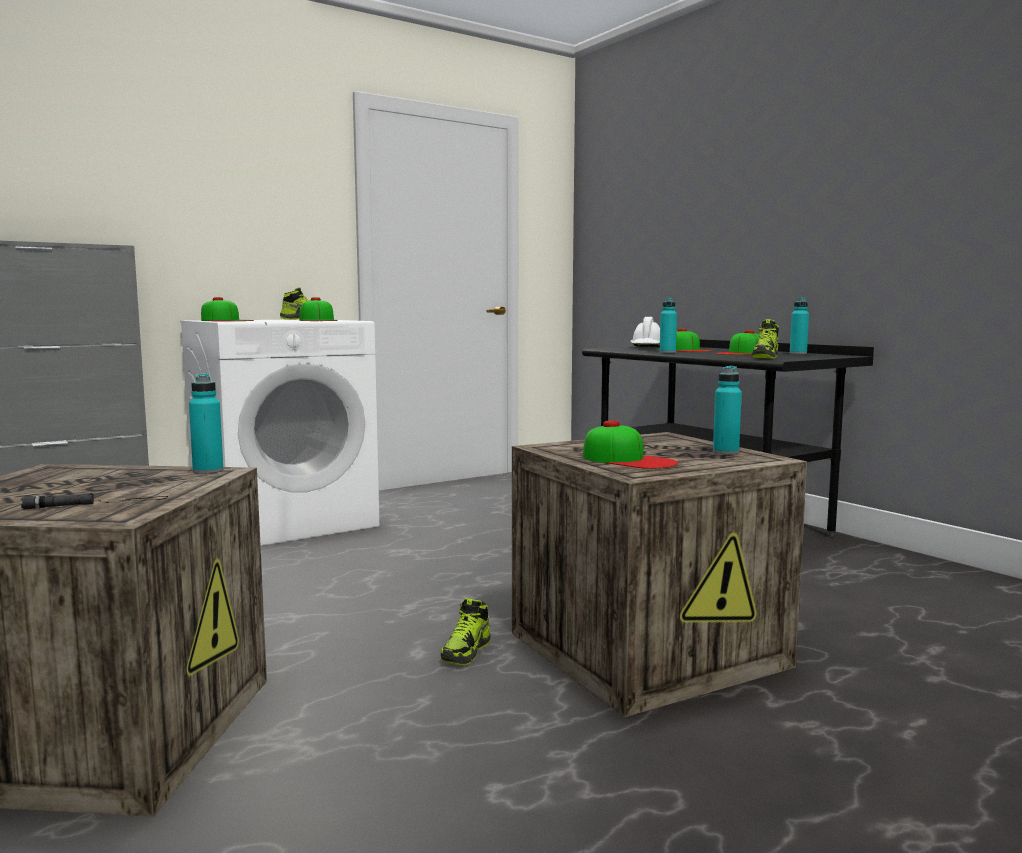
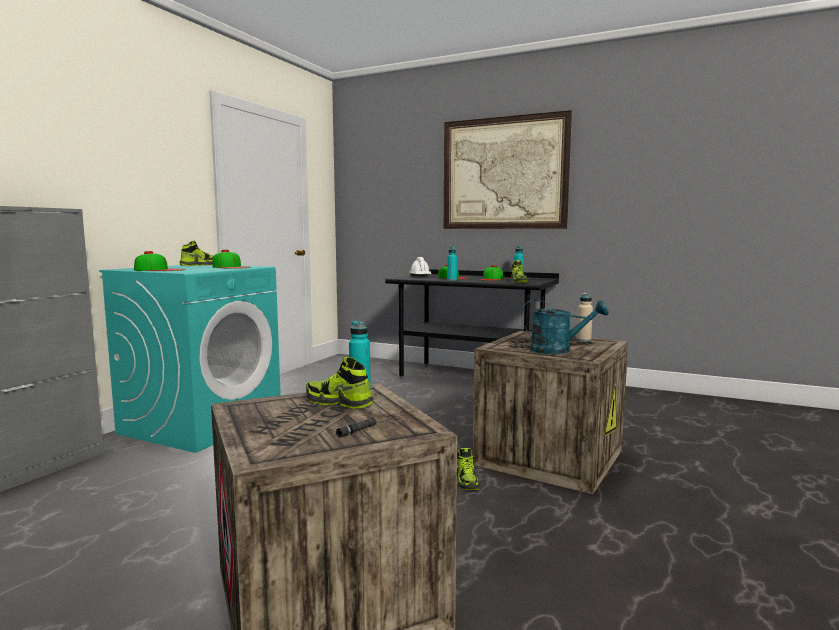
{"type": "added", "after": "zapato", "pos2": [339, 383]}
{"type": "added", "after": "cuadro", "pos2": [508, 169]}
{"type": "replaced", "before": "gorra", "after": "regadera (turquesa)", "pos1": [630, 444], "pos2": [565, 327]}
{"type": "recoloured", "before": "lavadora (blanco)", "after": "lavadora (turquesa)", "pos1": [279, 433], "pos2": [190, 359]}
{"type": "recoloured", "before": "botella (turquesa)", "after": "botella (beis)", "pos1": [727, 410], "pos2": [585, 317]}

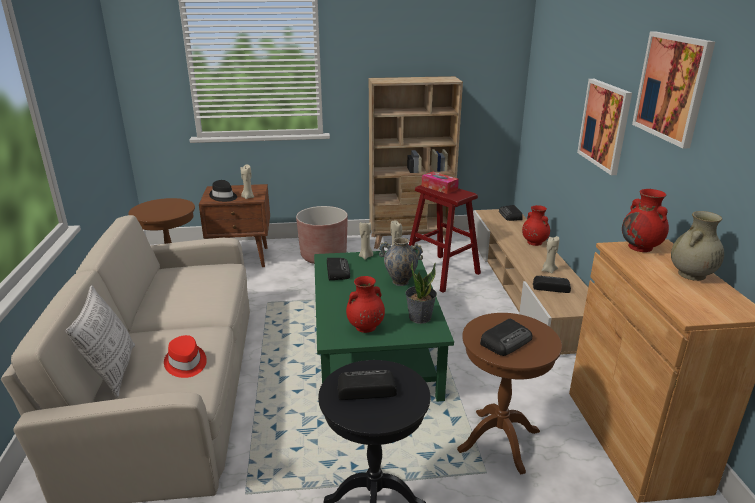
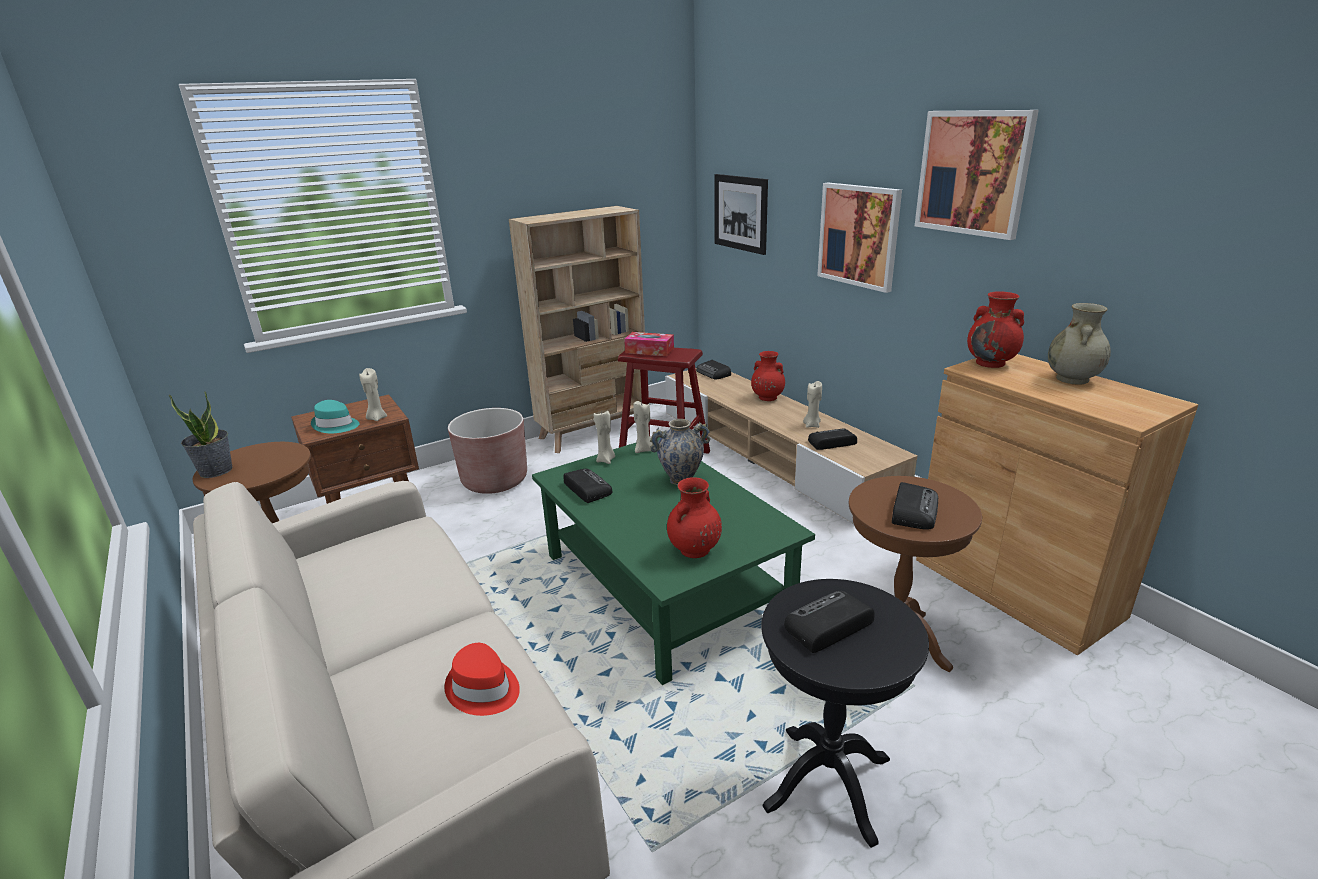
{"type": "removed", "before": "cojín", "pos1": [100, 341]}
{"type": "added", "after": "cuadro", "pos2": [741, 214]}
{"type": "moved", "before": "planta en maceta", "pos1": [421, 292], "pos2": [201, 434]}
{"type": "recoloured", "before": "sombrero (negro)", "after": "sombrero (turquesa)", "pos1": [223, 191], "pos2": [335, 416]}

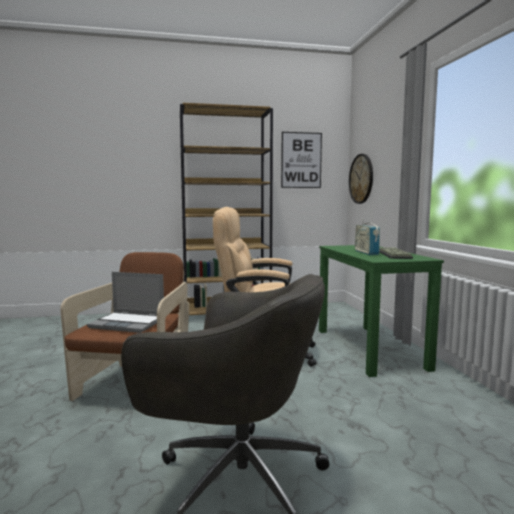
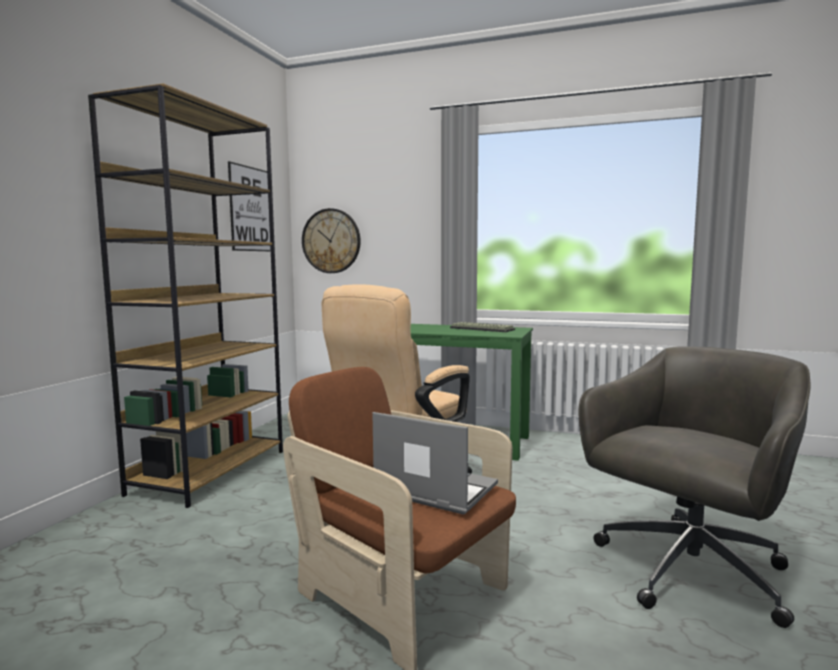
{"type": "removed", "before": "radio", "pos1": [367, 238]}
{"type": "turned", "before": "portátil", "pos1": [125, 302], "pos2": [435, 463], "turn": -105}

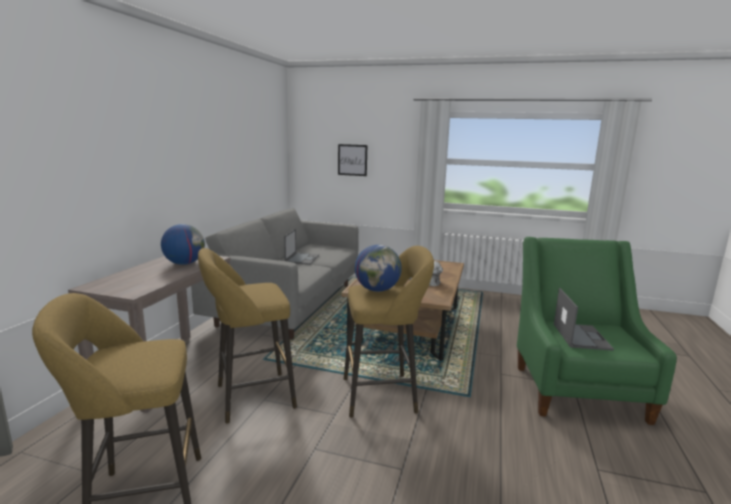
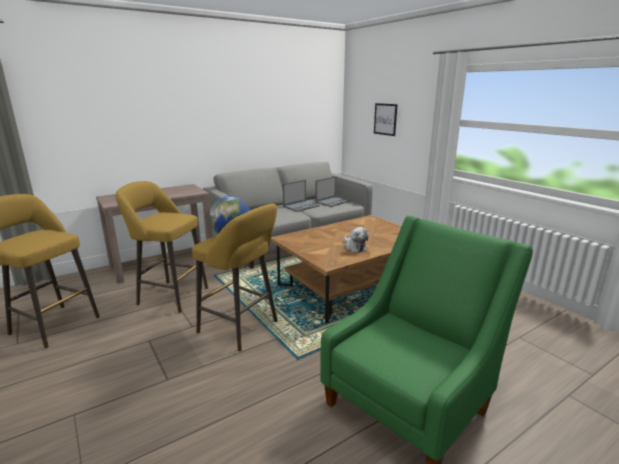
{"type": "removed", "before": "globo terráqueo", "pos1": [183, 244]}
{"type": "moved", "before": "portátil", "pos1": [584, 319], "pos2": [333, 191]}

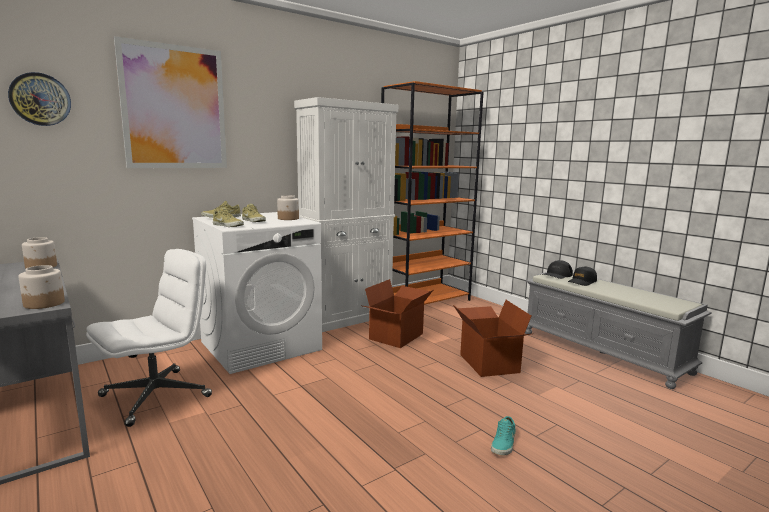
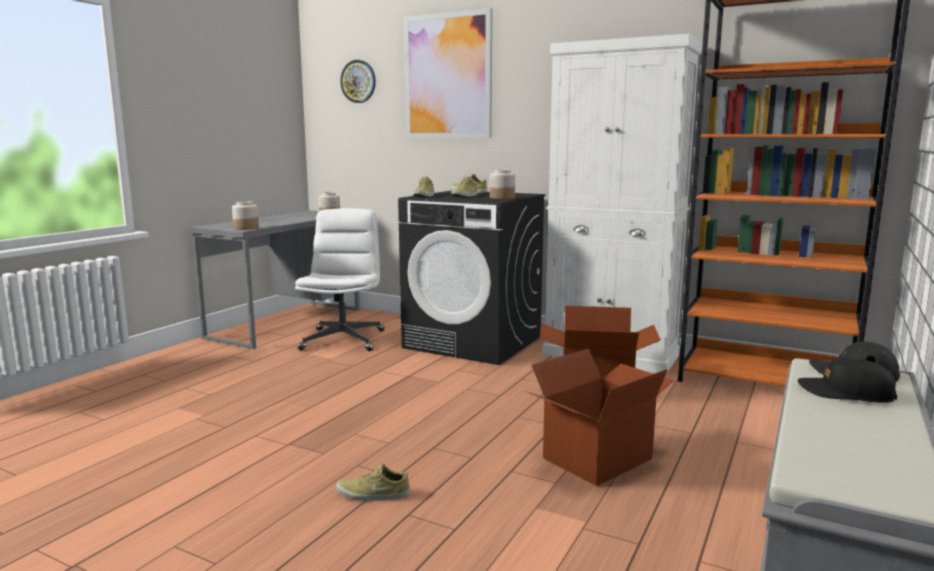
{"type": "recoloured", "before": "lavadora (blanco)", "after": "lavadora (negro)", "pos1": [257, 293], "pos2": [471, 277]}
{"type": "recoloured", "before": "zapato (turquesa)", "after": "zapato (beis)", "pos1": [503, 436], "pos2": [373, 482]}
{"type": "turned", "before": "silla de oficina (blanco)", "pos1": [149, 338], "pos2": [340, 279], "turn": -105}

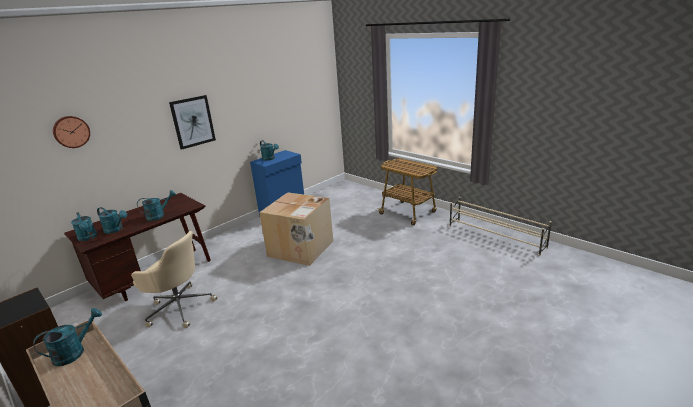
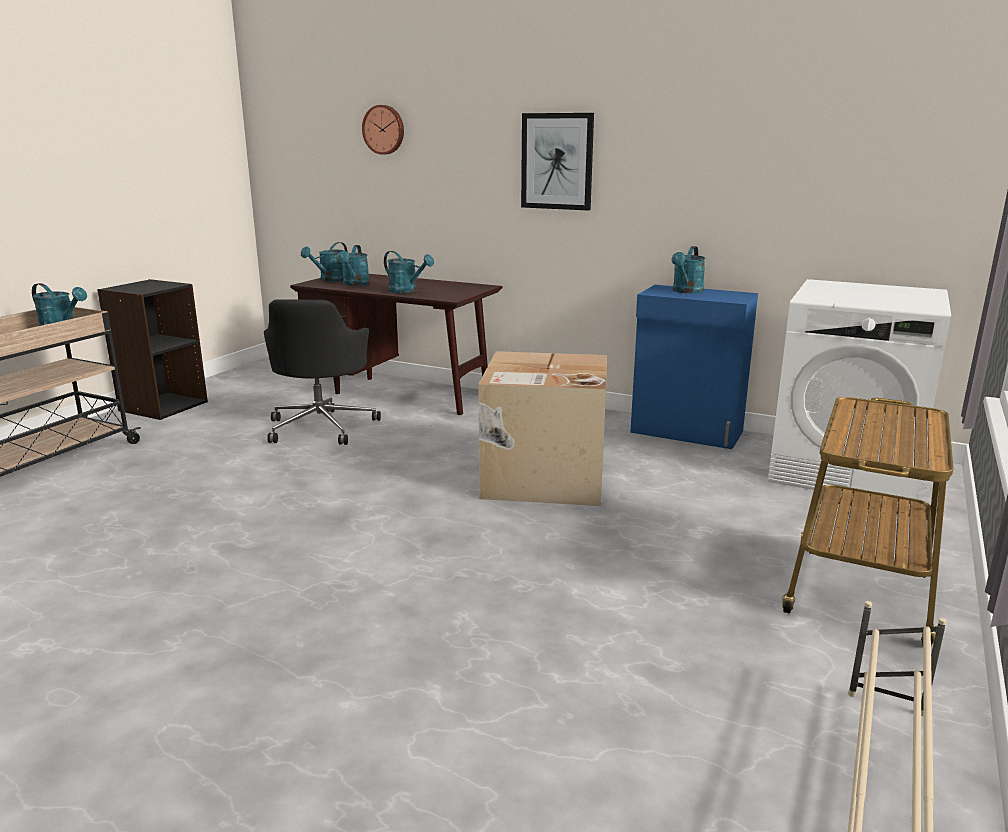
{"type": "added", "after": "lavadora (blanco)", "pos2": [859, 393]}
{"type": "recoloured", "before": "silla de oficina (beis)", "after": "silla de oficina (negro)", "pos1": [174, 279], "pos2": [322, 372]}

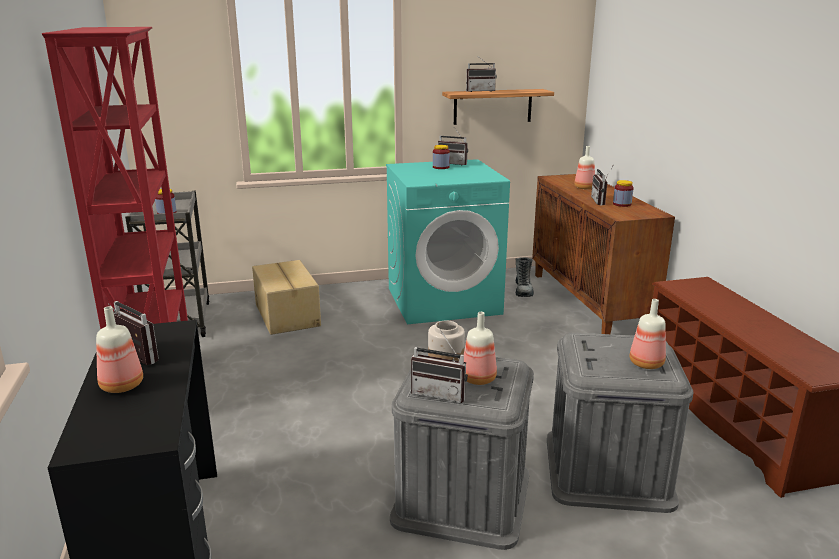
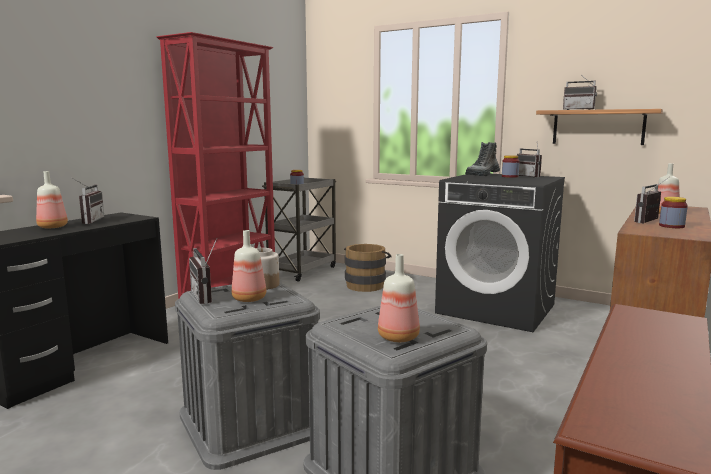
{"type": "moved", "before": "bota", "pos1": [524, 277], "pos2": [482, 159]}
{"type": "replaced", "before": "caja de cartón", "after": "cubo (marrón)", "pos1": [286, 297], "pos2": [367, 268]}
{"type": "recoloured", "before": "lavadora (turquesa)", "after": "lavadora (negro)", "pos1": [448, 242], "pos2": [500, 253]}

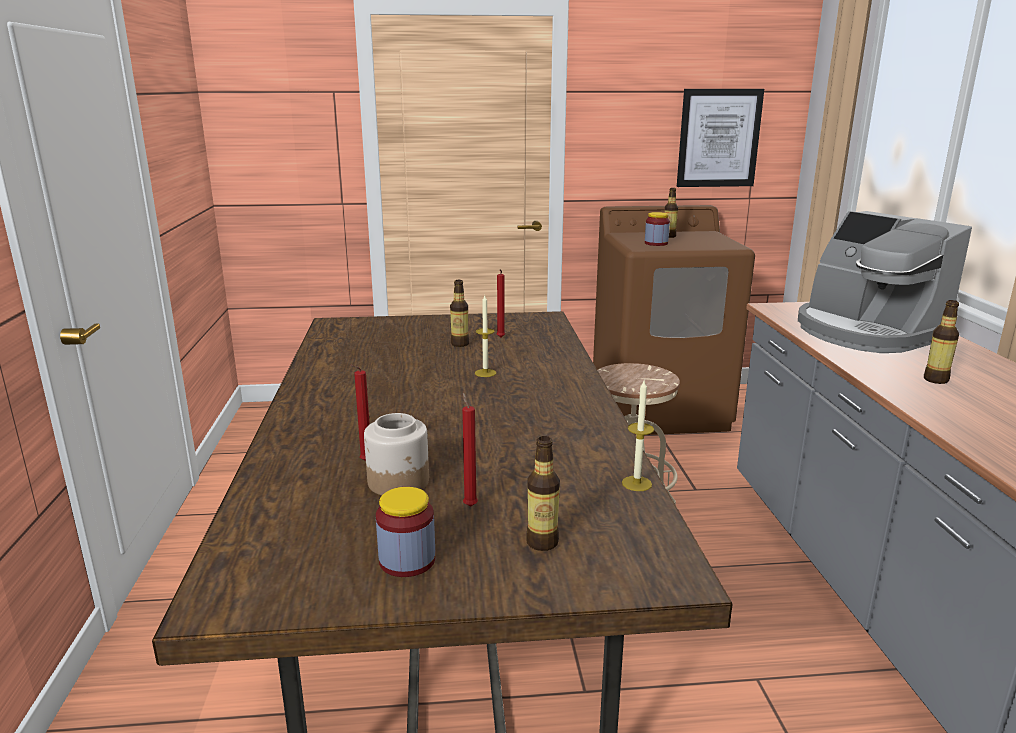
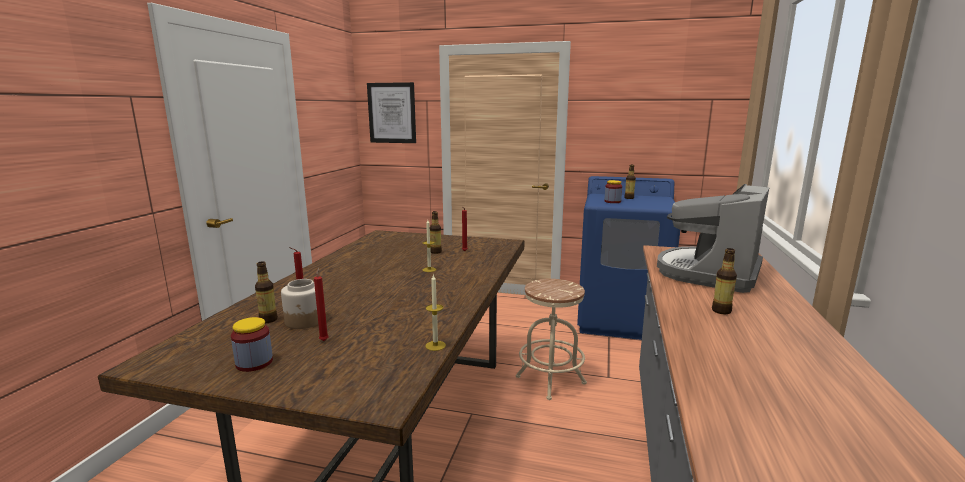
{"type": "moved", "before": "botella", "pos1": [543, 493], "pos2": [266, 292]}
{"type": "moved", "before": "cuadro", "pos1": [720, 138], "pos2": [391, 112]}
{"type": "recoloured", "before": "lavadora (marrón)", "after": "lavadora (azul)", "pos1": [674, 320], "pos2": [628, 258]}
{"type": "turned", "before": "cafetera", "pos1": [885, 282], "pos2": [713, 238], "turn": 45}

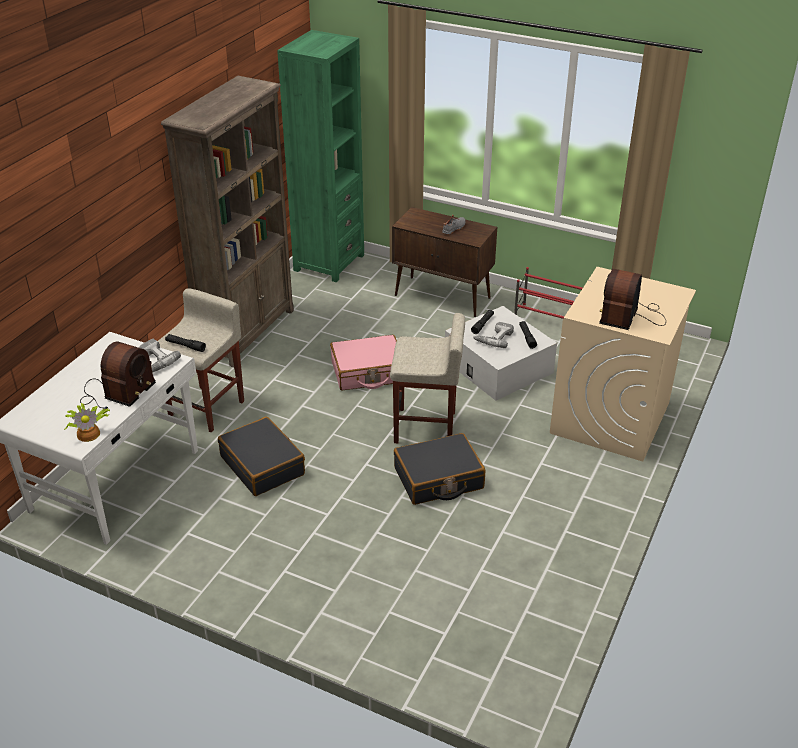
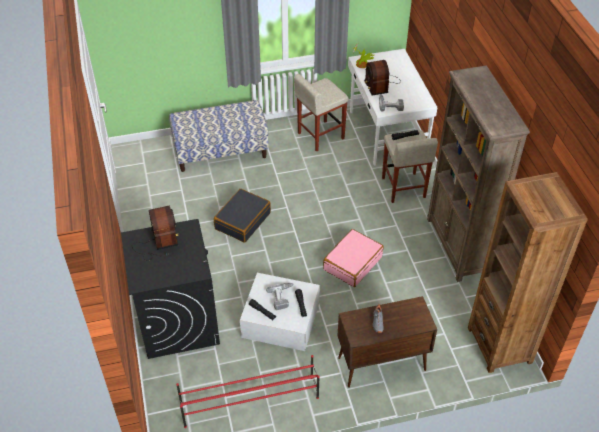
{"type": "removed", "before": "maleta (negro)", "pos1": [261, 456]}
{"type": "added", "after": "banco", "pos2": [219, 136]}
{"type": "moved", "before": "taburete (beis)", "pos1": [427, 378], "pos2": [321, 113]}
{"type": "recoloured", "before": "estantería (verde)", "after": "estantería (marrón)", "pos1": [320, 156], "pos2": [528, 272]}
{"type": "recoloured", "before": "lavadora (beis)", "after": "lavadora (negro)", "pos1": [623, 364], "pos2": [170, 289]}

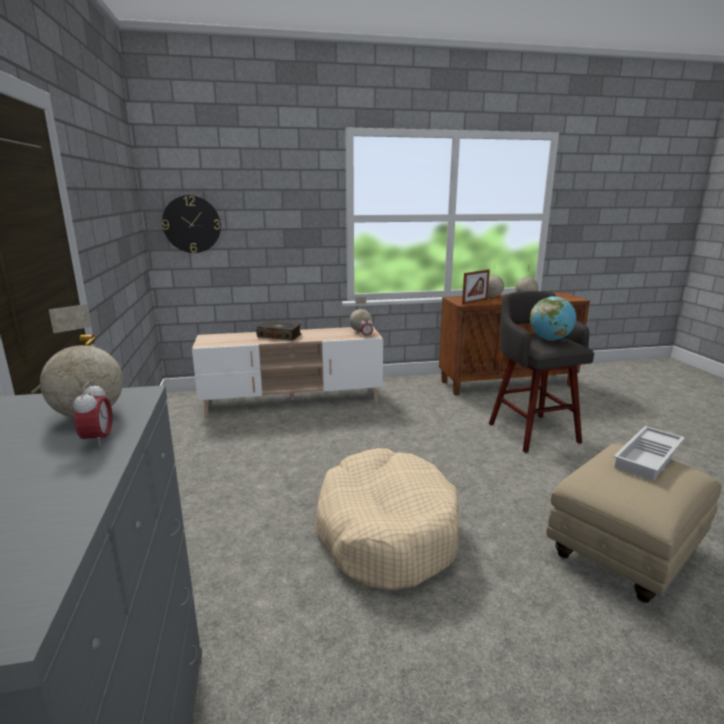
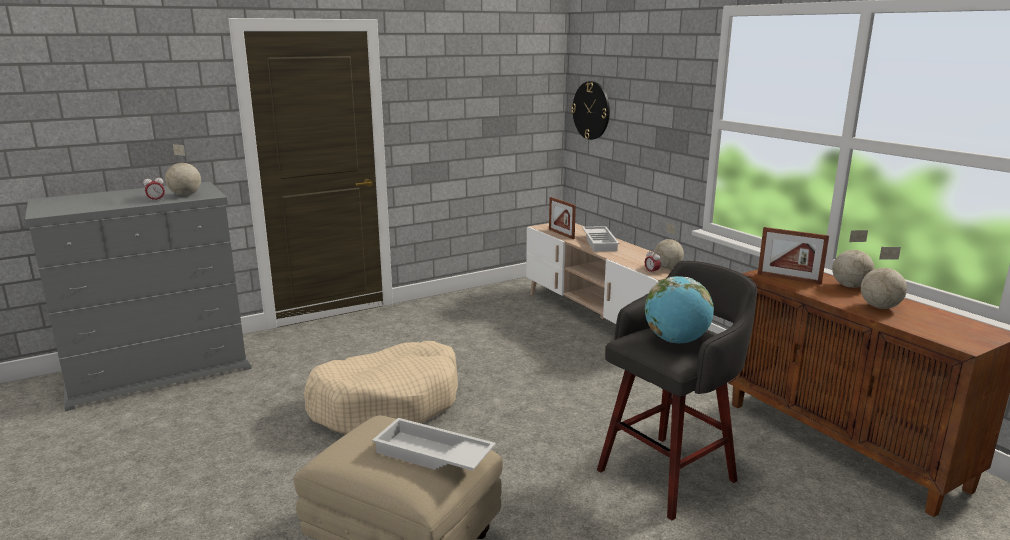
{"type": "added", "after": "portarretratos", "pos2": [562, 218]}
{"type": "replaced", "before": "libro", "after": "bandeja (blanco)", "pos1": [278, 331], "pos2": [600, 239]}

